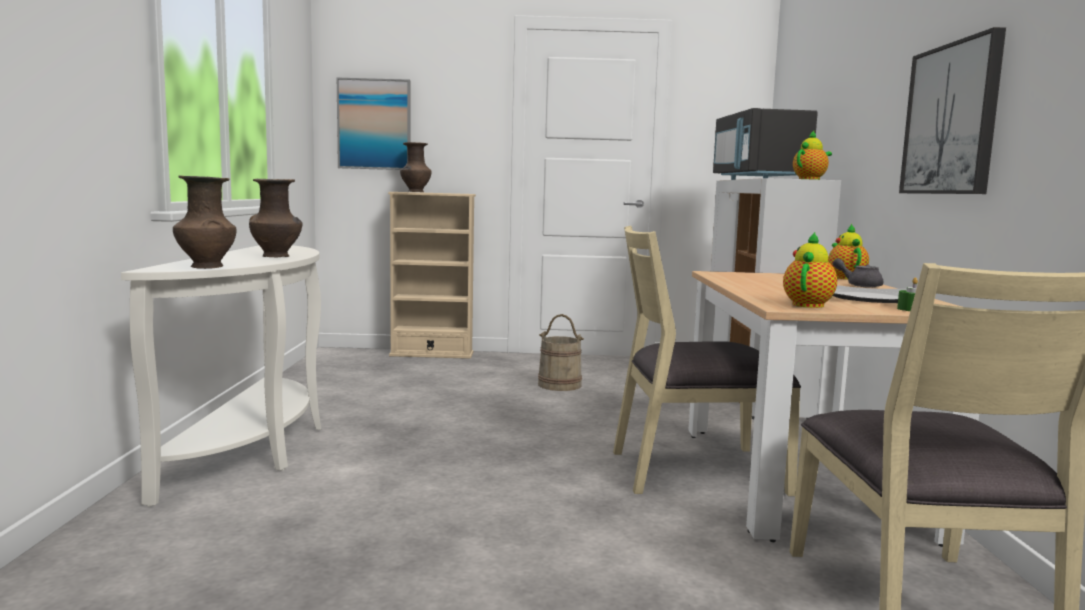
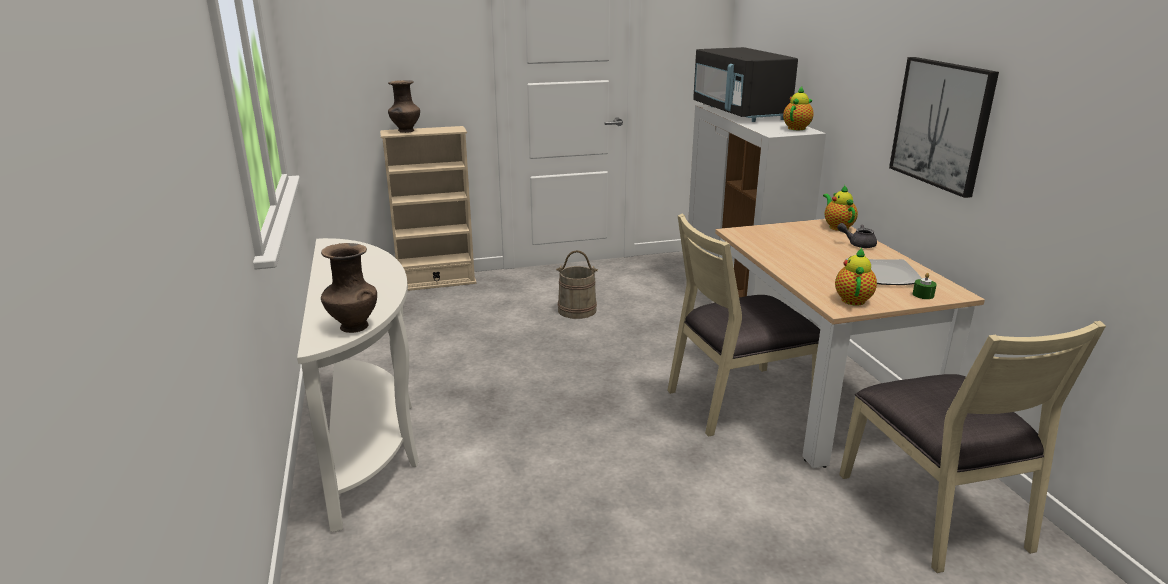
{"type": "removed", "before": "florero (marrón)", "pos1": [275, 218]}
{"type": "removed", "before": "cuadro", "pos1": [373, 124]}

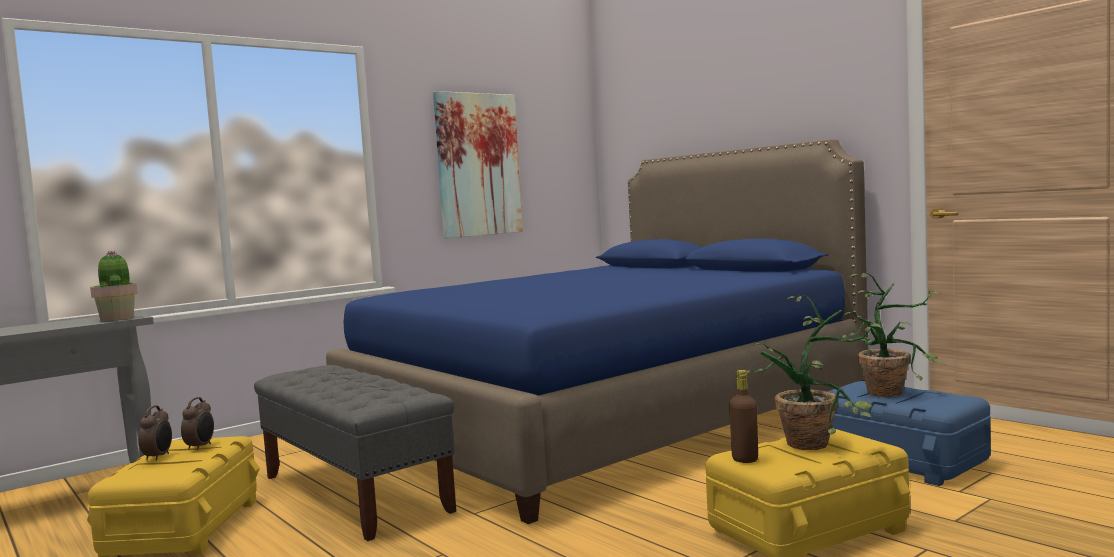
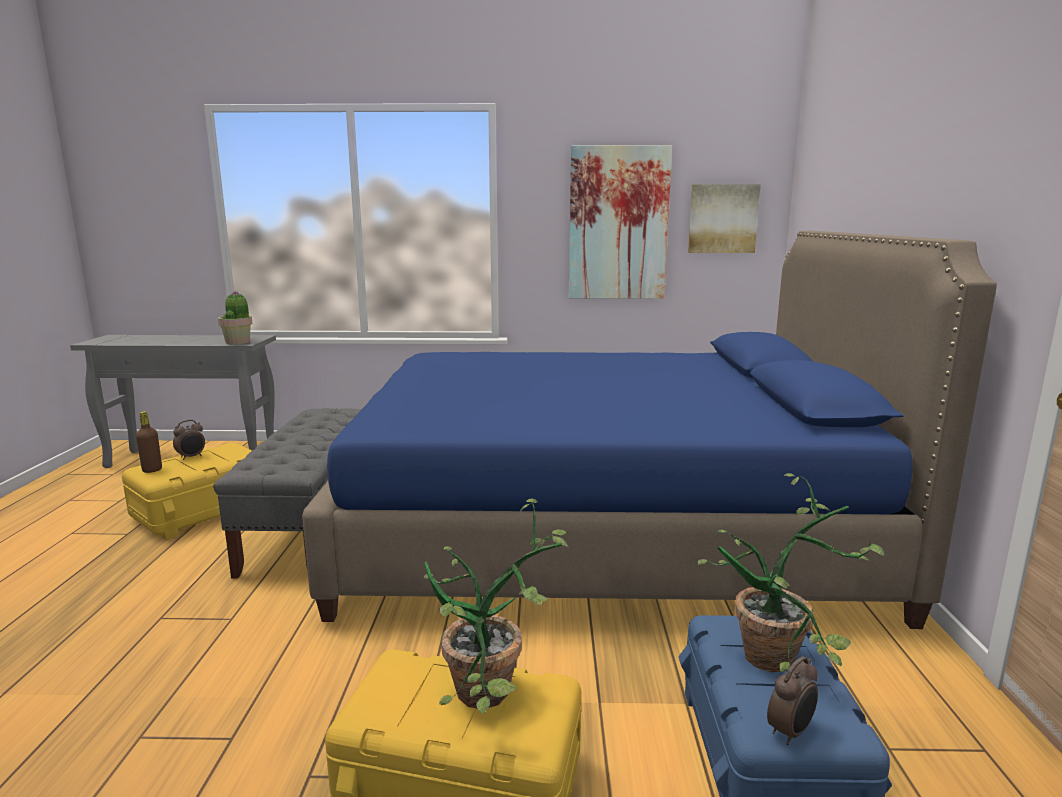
{"type": "added", "after": "cuadro", "pos2": [724, 218]}
{"type": "moved", "before": "despertador", "pos1": [197, 424], "pos2": [792, 700]}
{"type": "moved", "before": "botella (marrón)", "pos1": [743, 416], "pos2": [149, 442]}

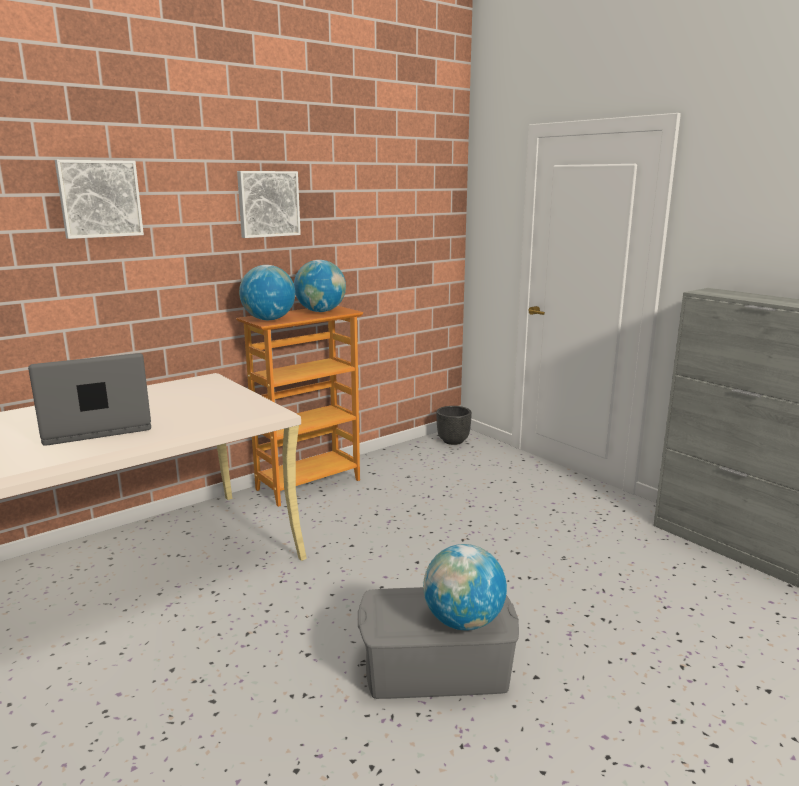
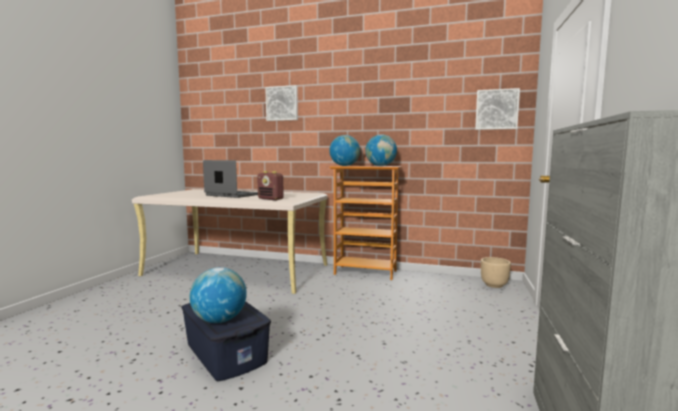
{"type": "added", "after": "radio", "pos2": [270, 185]}
{"type": "moved", "before": "cuadro", "pos1": [269, 204], "pos2": [497, 109]}
{"type": "recoloured", "before": "caja de almacenaje (gris)", "after": "caja de almacenaje (azul)", "pos1": [438, 643], "pos2": [226, 341]}
{"type": "recoloured", "before": "maceta (negro)", "after": "maceta (beis)", "pos1": [454, 425], "pos2": [496, 272]}

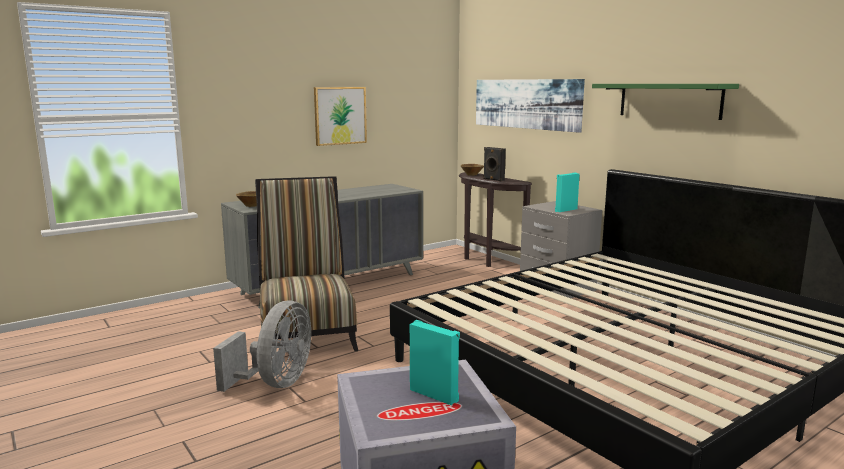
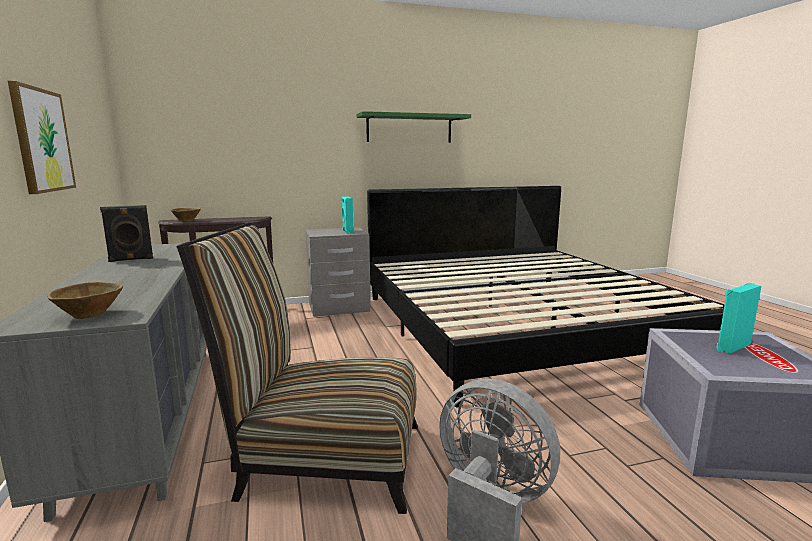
{"type": "removed", "before": "cuadro", "pos1": [530, 106]}
{"type": "moved", "before": "altavoz (negro)", "pos1": [494, 164], "pos2": [126, 233]}

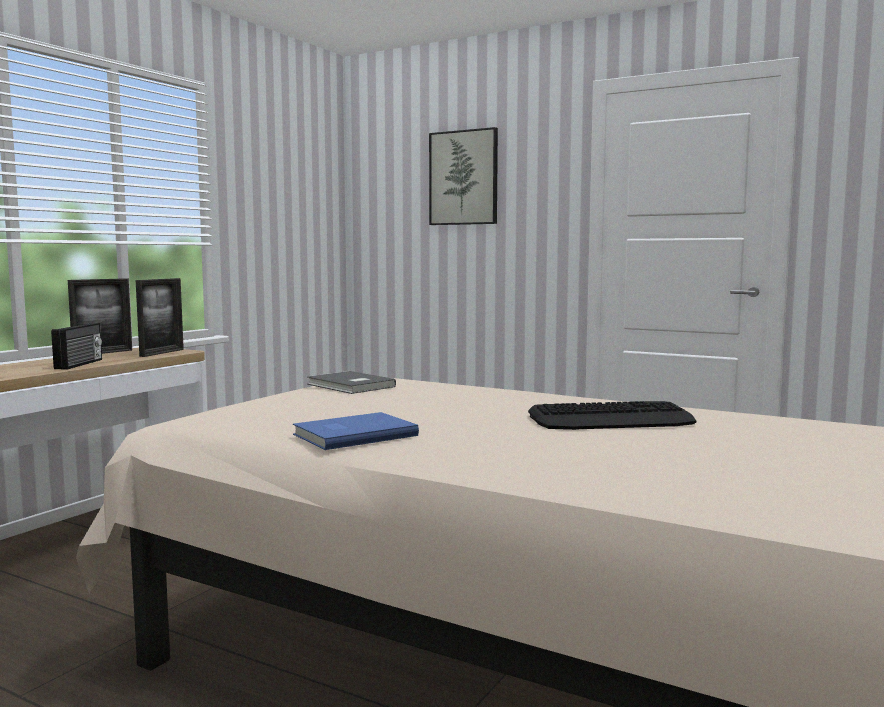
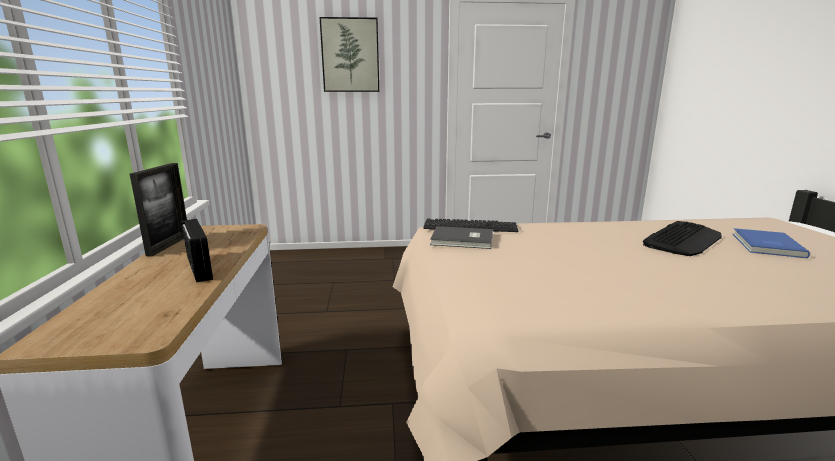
{"type": "removed", "before": "portarretratos", "pos1": [160, 317]}
{"type": "added", "after": "teclado", "pos2": [470, 225]}
{"type": "moved", "before": "libro (azul)", "pos1": [356, 431], "pos2": [771, 243]}

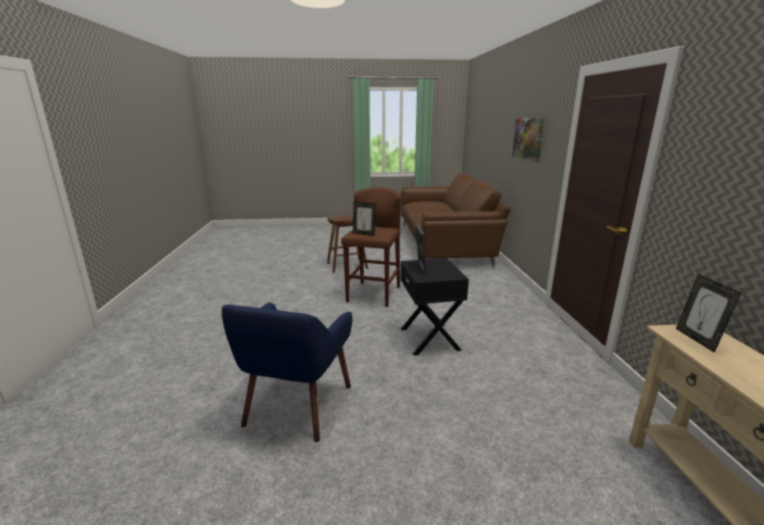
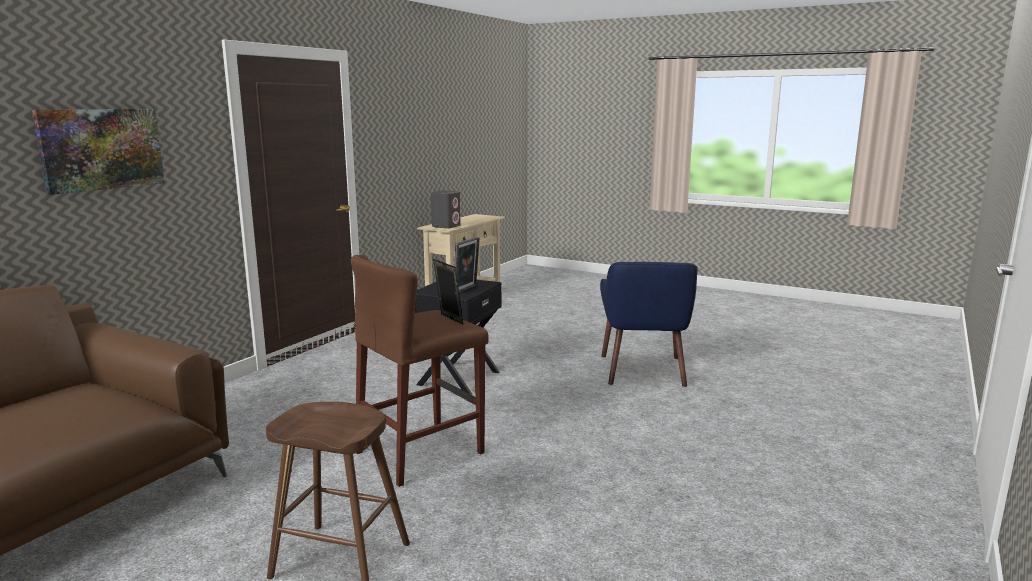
{"type": "replaced", "before": "portarretratos", "after": "altavoz (gris)", "pos1": [708, 313], "pos2": [446, 209]}
{"type": "turned", "before": "sillón (azul)", "pos1": [287, 372], "pos2": [649, 324], "turn": 135}

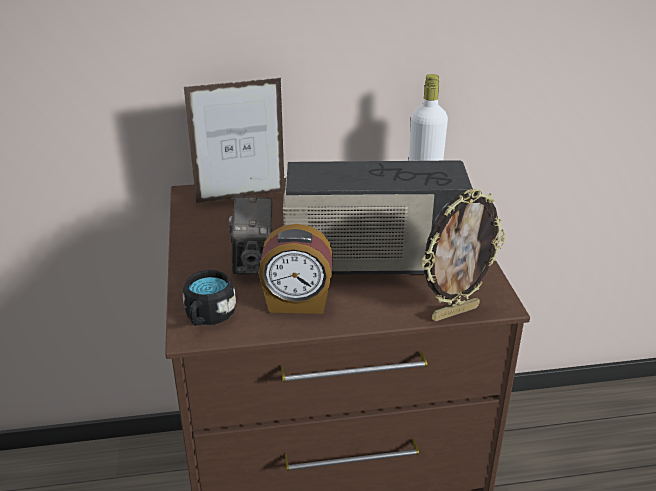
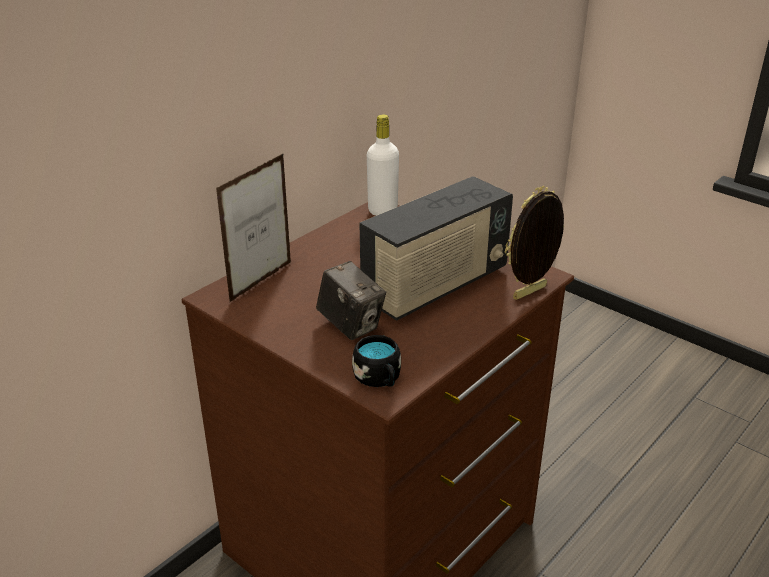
{"type": "removed", "before": "despertador", "pos1": [295, 269]}
{"type": "turned", "before": "portarretratos", "pos1": [463, 254], "pos2": [534, 243], "turn": -150}

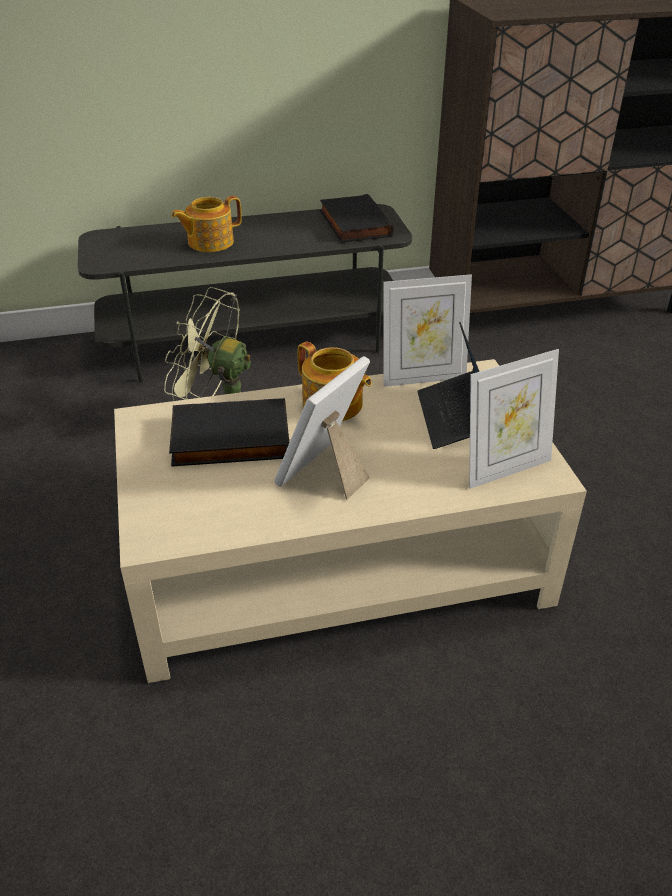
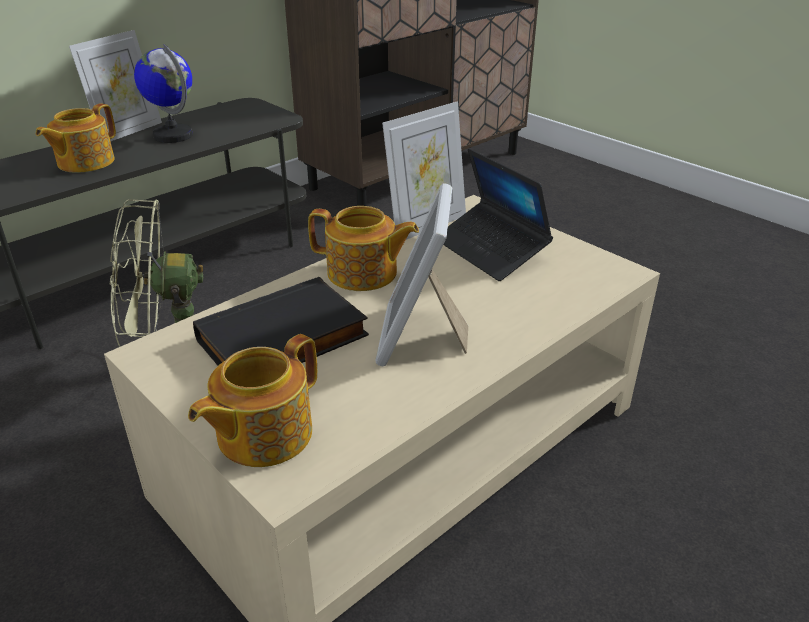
{"type": "removed", "before": "libro (negro)", "pos1": [357, 218]}
{"type": "added", "after": "globo terráqueo", "pos2": [163, 93]}
{"type": "added", "after": "tetera", "pos2": [252, 400]}
{"type": "moved", "before": "portarretratos", "pos1": [514, 419], "pos2": [115, 85]}

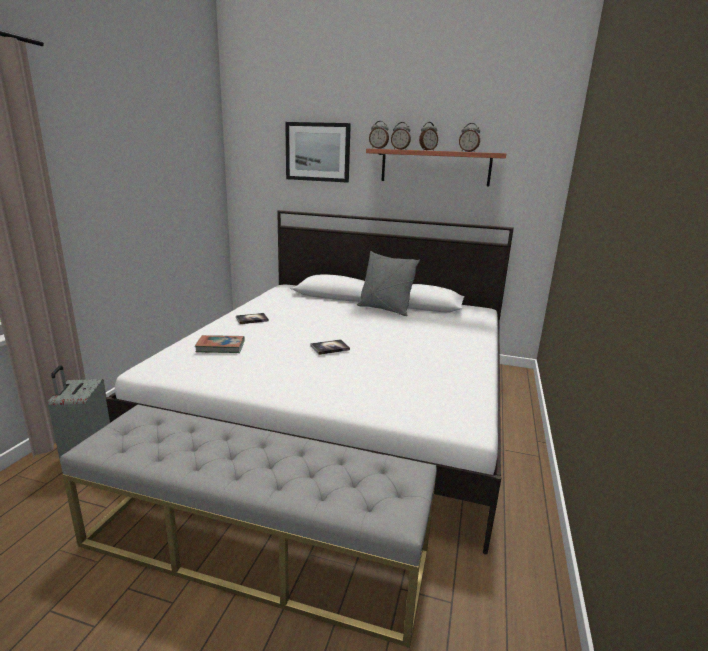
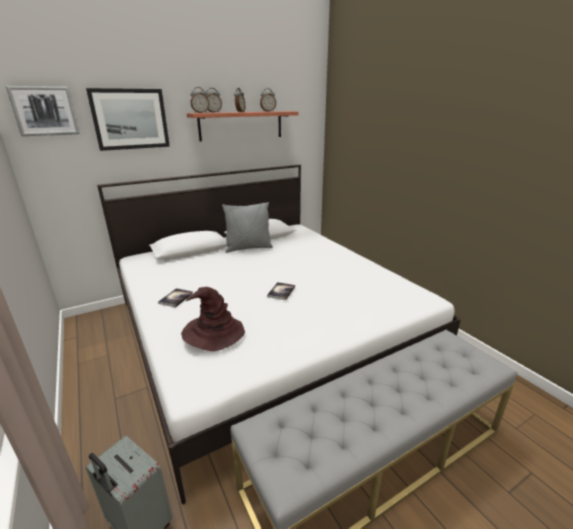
{"type": "added", "after": "cuadro", "pos2": [43, 111]}
{"type": "replaced", "before": "libro", "after": "sombrero (marrón)", "pos1": [220, 344], "pos2": [213, 319]}

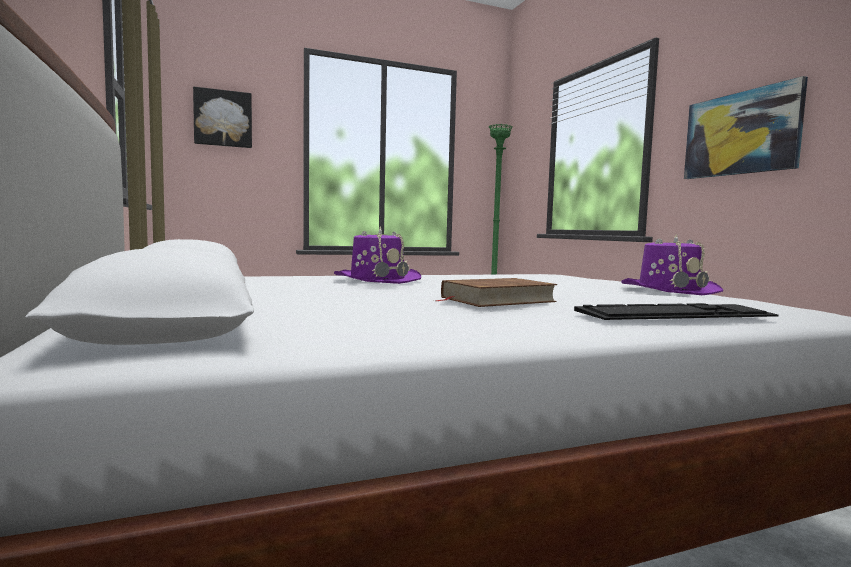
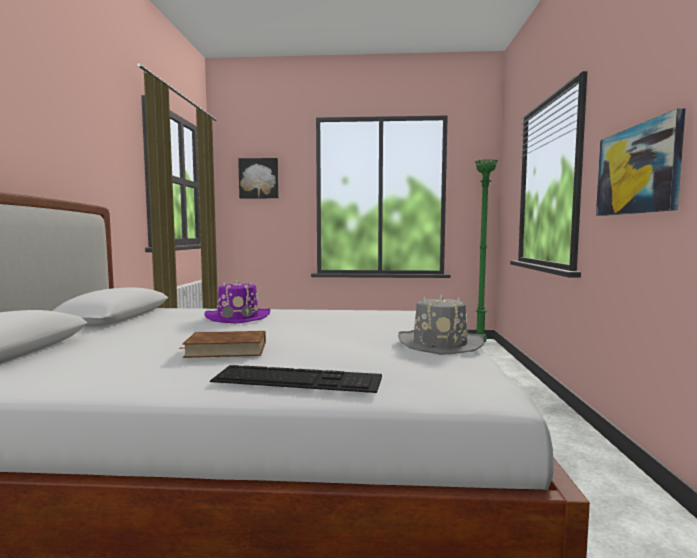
{"type": "recoloured", "before": "sombrero (morado)", "after": "sombrero (gris)", "pos1": [672, 264], "pos2": [441, 323]}

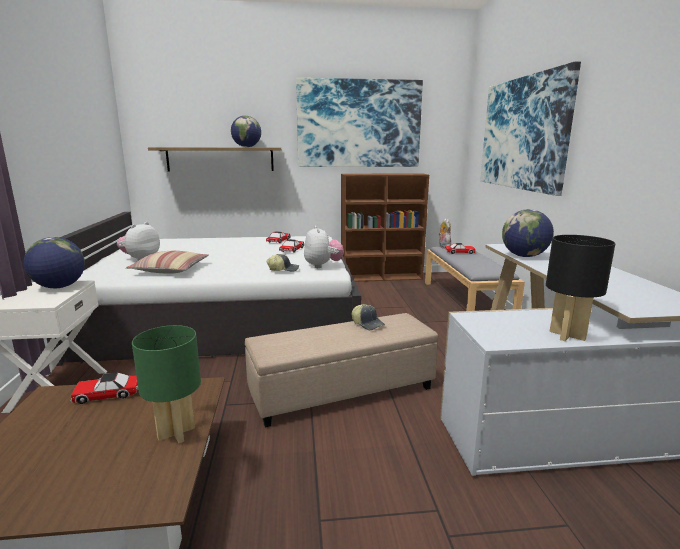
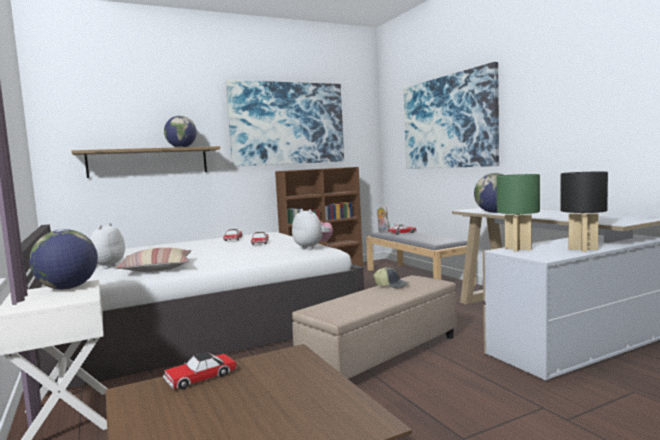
{"type": "removed", "before": "gorra", "pos1": [282, 262]}
{"type": "moved", "before": "lámpara de mesa (verde)", "pos1": [166, 384], "pos2": [518, 212]}

